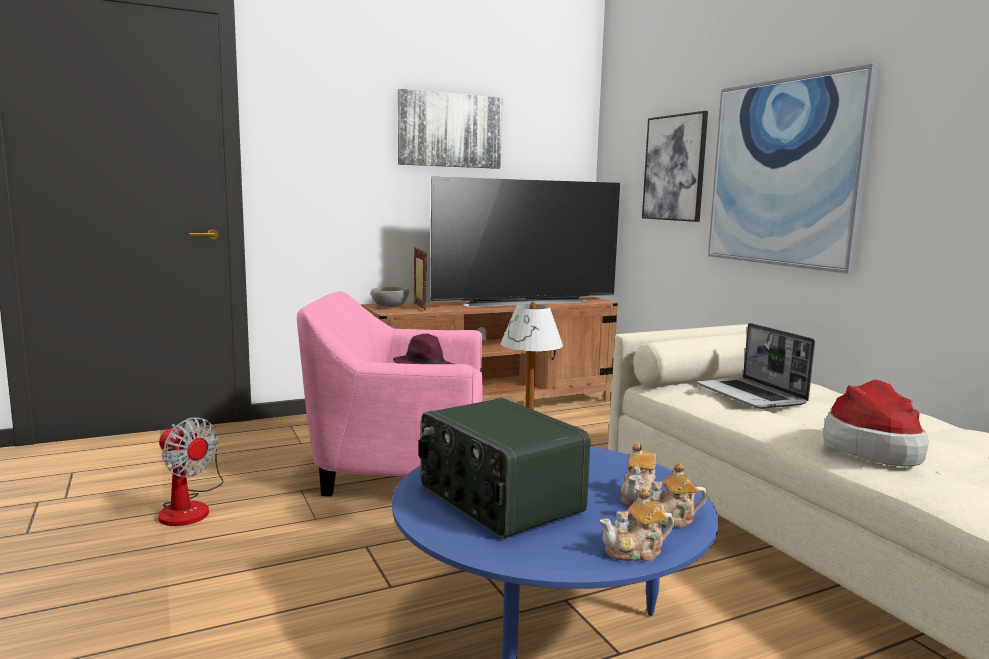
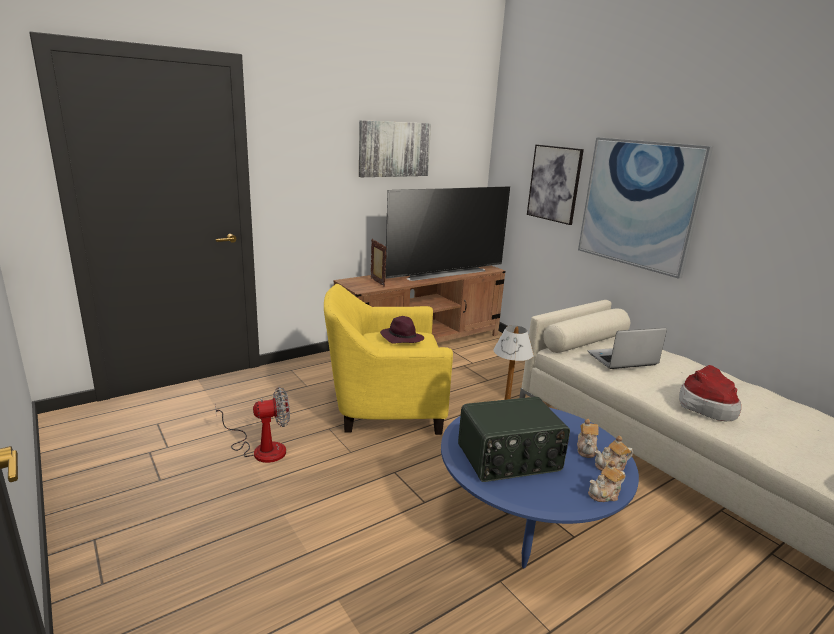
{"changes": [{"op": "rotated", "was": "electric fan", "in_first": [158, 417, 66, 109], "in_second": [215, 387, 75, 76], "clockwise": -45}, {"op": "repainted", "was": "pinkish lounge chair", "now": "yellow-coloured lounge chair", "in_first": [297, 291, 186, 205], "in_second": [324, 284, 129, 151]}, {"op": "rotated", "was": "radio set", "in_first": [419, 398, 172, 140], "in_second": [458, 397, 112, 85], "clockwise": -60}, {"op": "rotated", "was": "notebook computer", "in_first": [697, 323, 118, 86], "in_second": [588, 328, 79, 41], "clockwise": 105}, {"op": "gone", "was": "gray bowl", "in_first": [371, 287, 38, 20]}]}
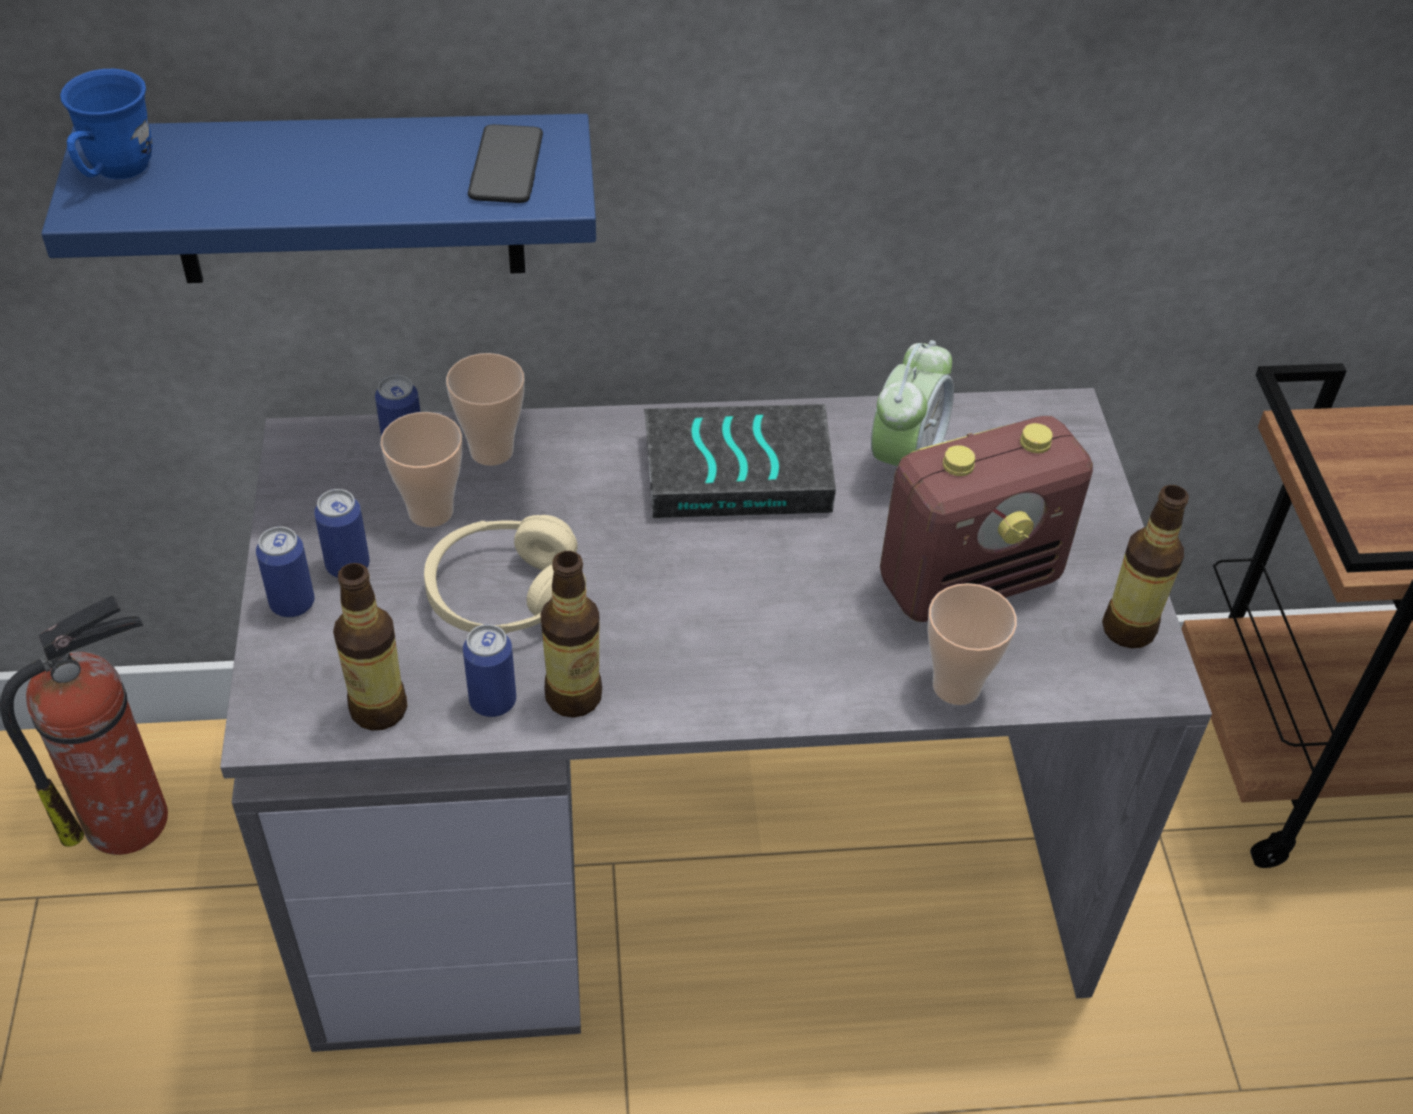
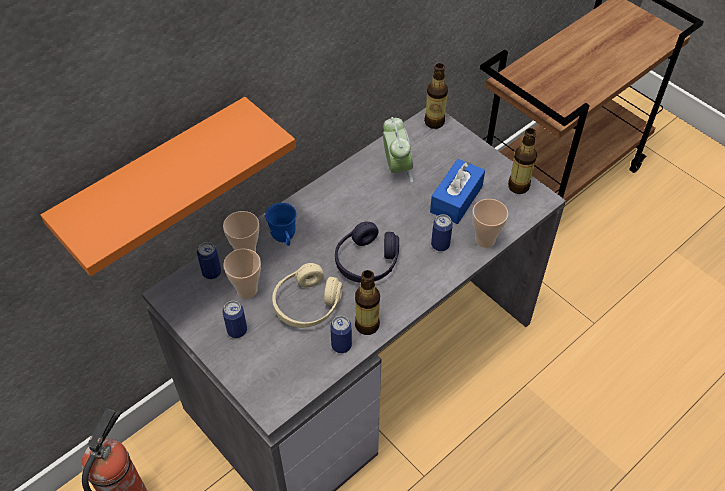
{"changes": [{"op": "repainted", "was": "blue bracket shelf", "now": "orange bracket shelf", "in_first": [41, 114, 555, 169], "in_second": [41, 97, 255, 179]}, {"op": "shifted", "was": "blue tea mug", "in_first": [60, 69, 92, 110], "in_second": [265, 203, 32, 43]}, {"op": "new", "now": "purple-coloured headphones", "in_second": [335, 222, 64, 61]}, {"op": "shifted", "was": "beverage bottle", "in_first": [333, 563, 74, 167], "in_second": [424, 63, 24, 66]}, {"op": "swapped", "was": "radio set", "now": "blue box of tissues", "in_first": [880, 416, 213, 206], "in_second": [430, 159, 55, 65]}, {"op": "shifted", "was": "sealed can", "in_first": [256, 526, 58, 92], "in_second": [431, 214, 22, 37]}, {"op": "gone", "was": "telephone", "in_first": [468, 124, 75, 79]}, {"op": "gone", "was": "bound book", "in_first": [644, 404, 192, 114]}]}
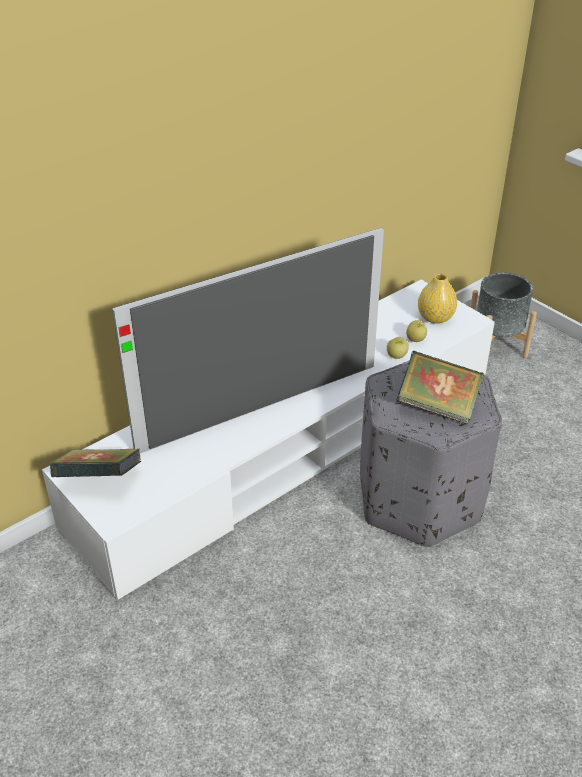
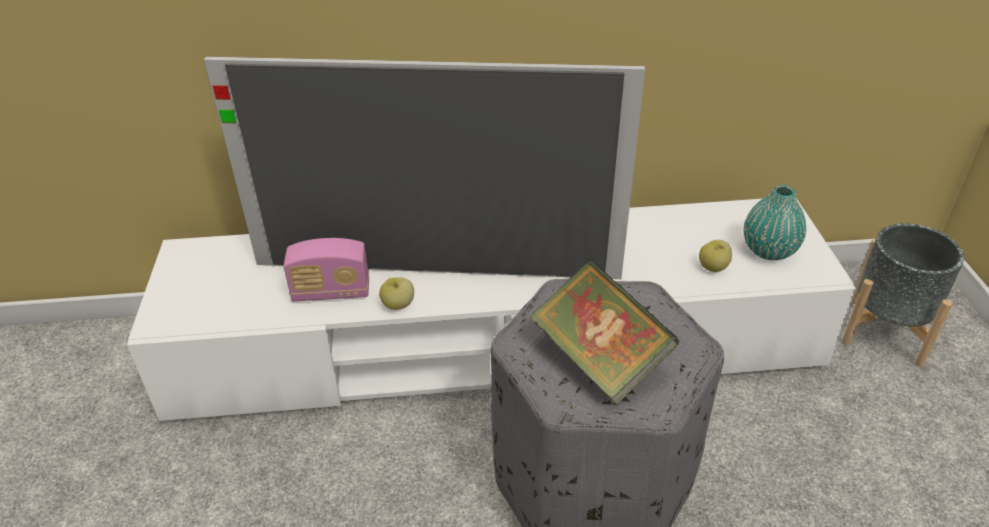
{"changes": [{"op": "new", "now": "radio set", "in_second": [283, 238, 86, 64]}, {"op": "shifted", "was": "apple fruit", "in_first": [387, 337, 22, 22], "in_second": [379, 277, 35, 33]}, {"op": "repainted", "was": "yellow-coloured flower vase", "now": "turquoise-coloured flower vase", "in_first": [418, 274, 39, 50], "in_second": [744, 185, 62, 75]}, {"op": "gone", "was": "bound book", "in_first": [50, 449, 91, 28]}]}
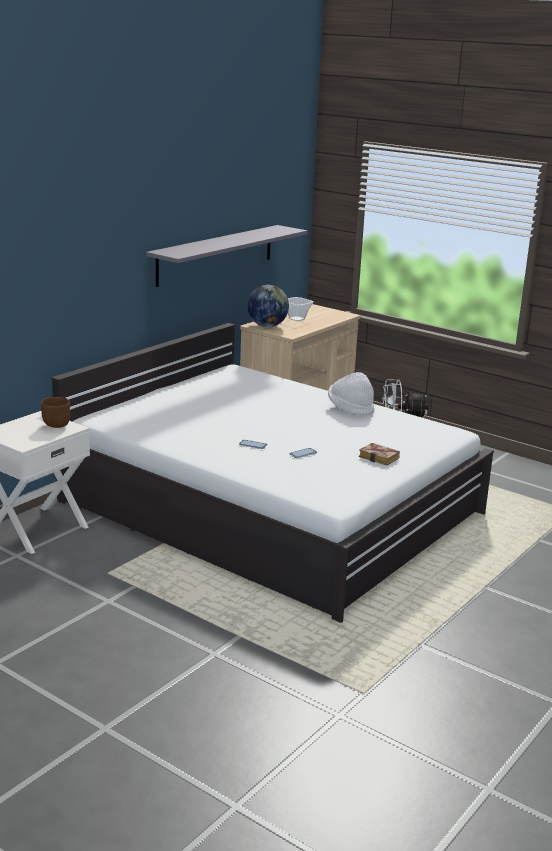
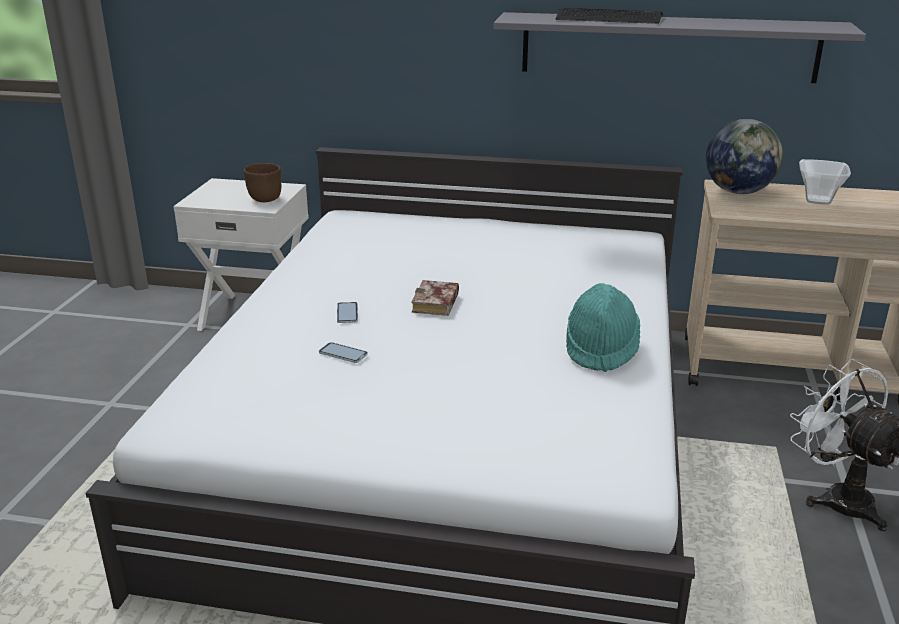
{"changes": [{"op": "shifted", "was": "bound book", "in_first": [359, 443, 41, 23], "in_second": [411, 280, 48, 36]}, {"op": "new", "now": "computer keyboard", "in_second": [555, 8, 108, 16]}, {"op": "repainted", "was": "white wearable hat", "now": "turquoise-coloured wearable hat", "in_first": [328, 372, 47, 43], "in_second": [566, 283, 74, 89]}]}
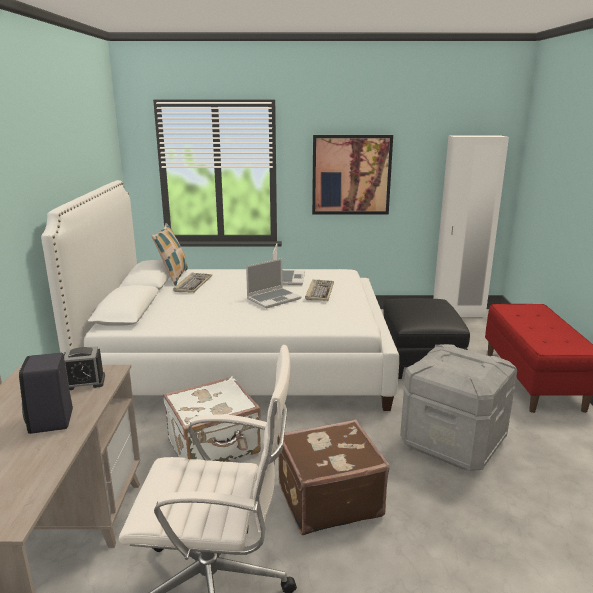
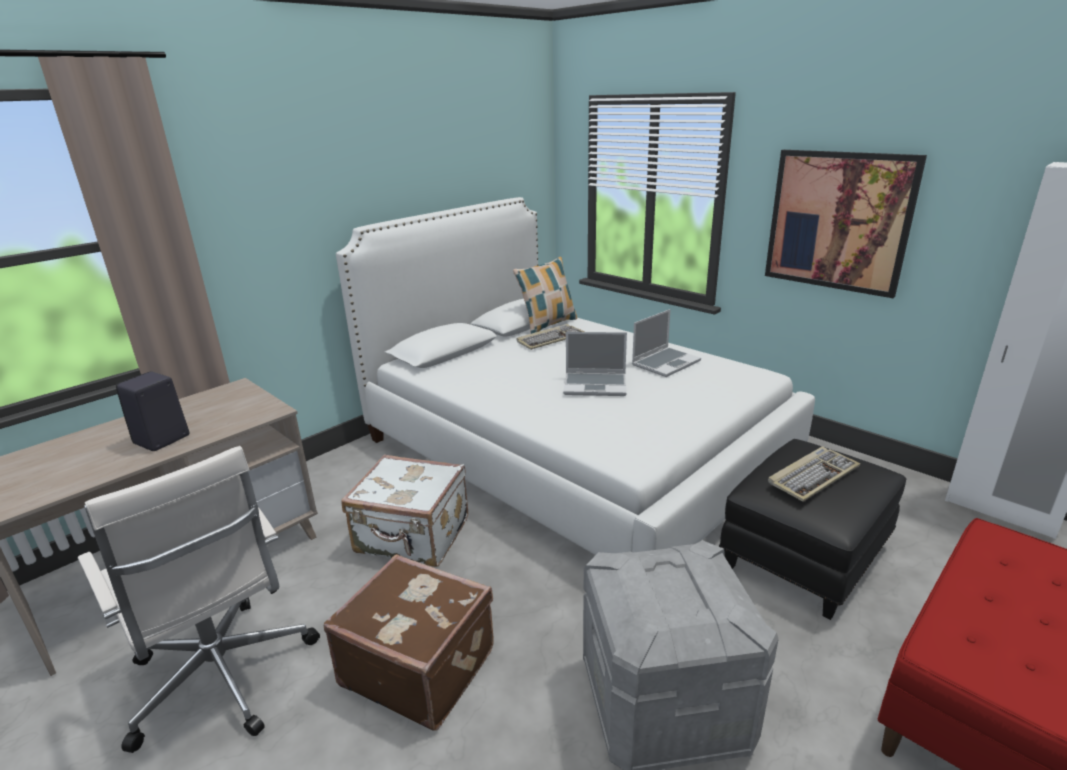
{"changes": [{"op": "shifted", "was": "computer keyboard", "in_first": [305, 279, 29, 22], "in_second": [768, 447, 92, 55]}, {"op": "gone", "was": "alarm clock", "in_first": [64, 346, 41, 44]}]}
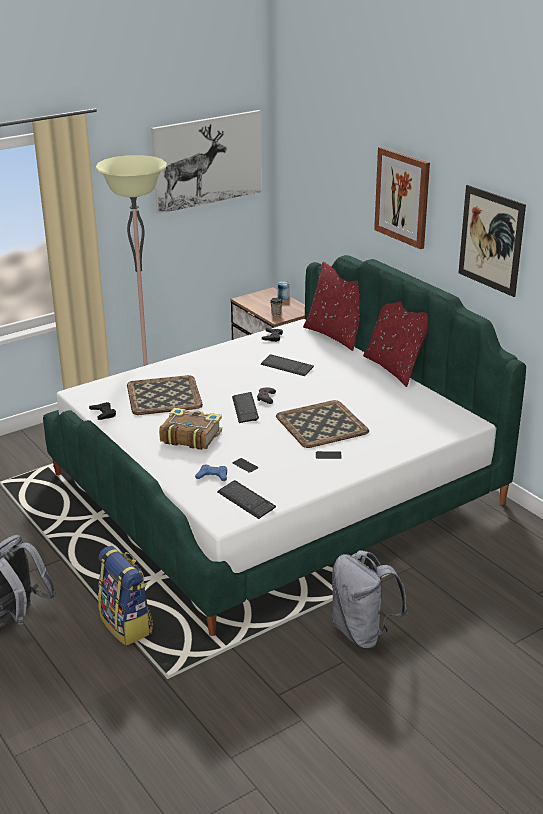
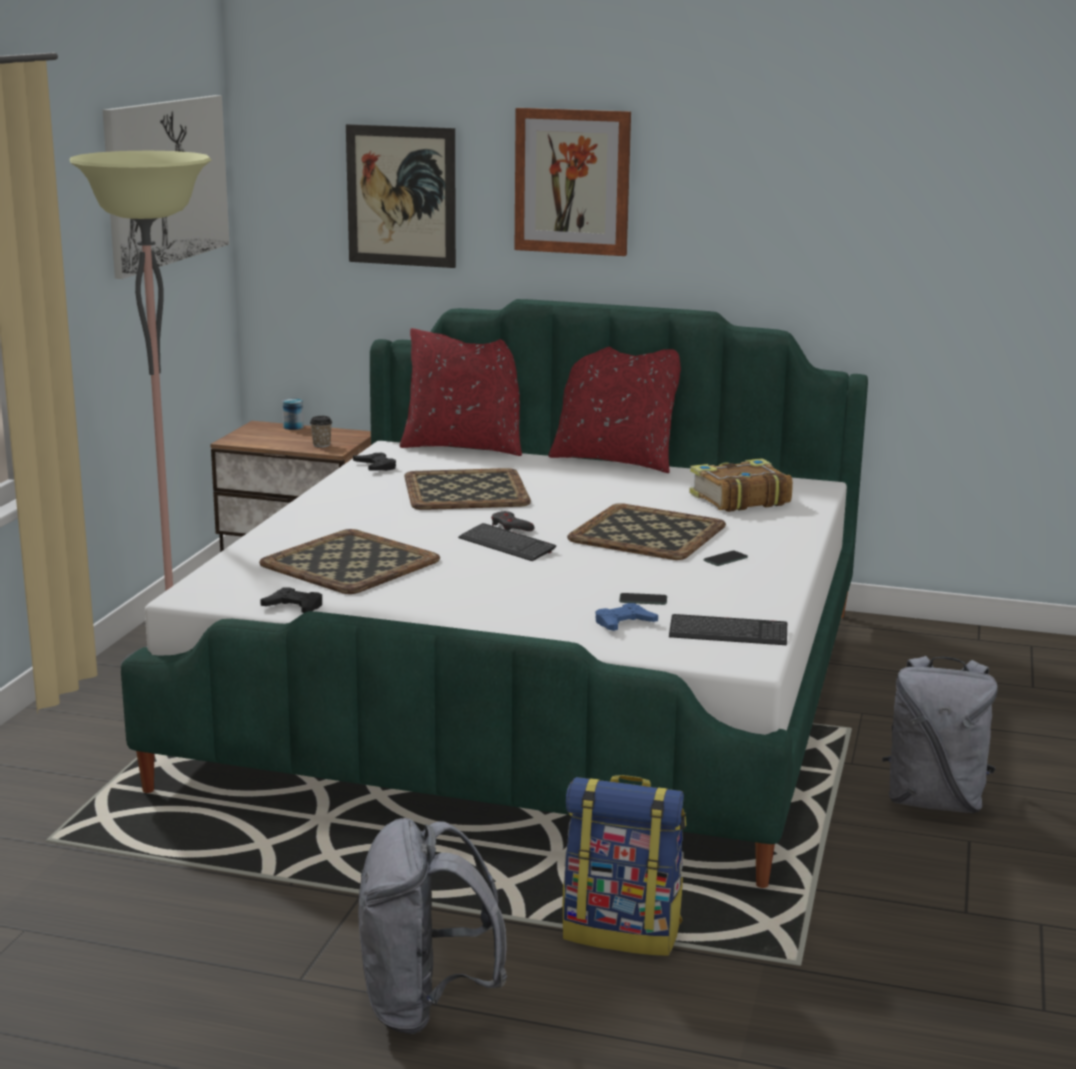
{"changes": [{"op": "shifted", "was": "wall art", "in_first": [458, 185, 68, 112], "in_second": [346, 124, 110, 144]}, {"op": "swapped", "was": "computer keyboard", "now": "tray", "in_first": [261, 354, 53, 22], "in_second": [404, 468, 127, 42]}, {"op": "shifted", "was": "bound book", "in_first": [159, 407, 63, 43], "in_second": [689, 458, 104, 54]}]}
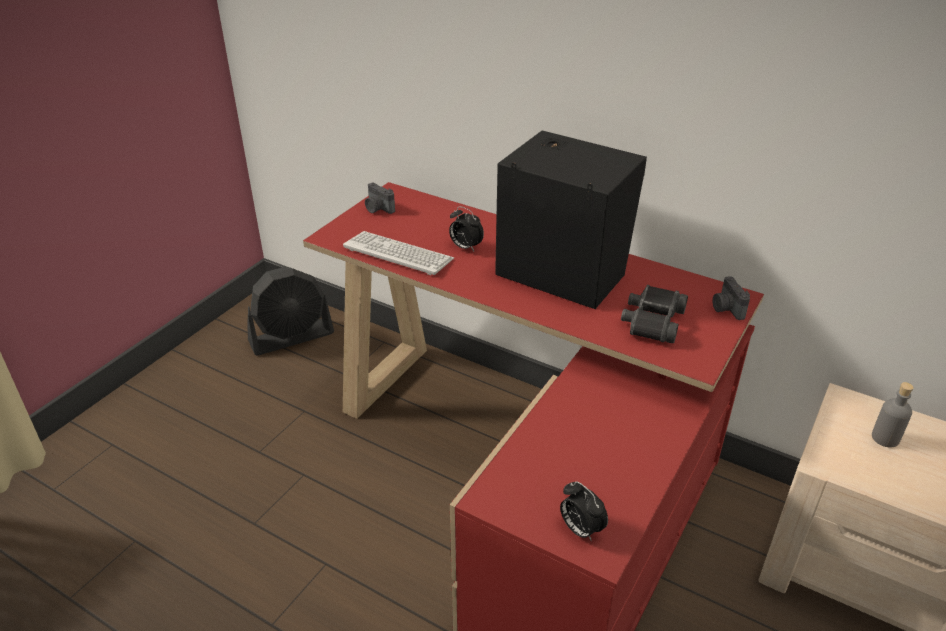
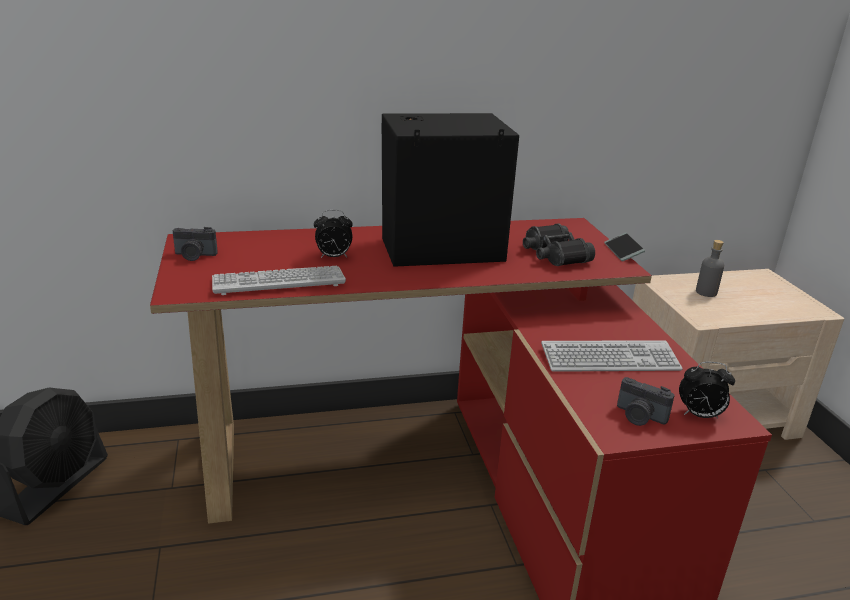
{"changes": [{"op": "new", "now": "computer keyboard", "in_second": [541, 340, 142, 32]}, {"op": "new", "now": "telephone", "in_second": [604, 233, 41, 28]}, {"op": "shifted", "was": "photo camera", "in_first": [713, 276, 37, 44], "in_second": [617, 377, 58, 49]}]}
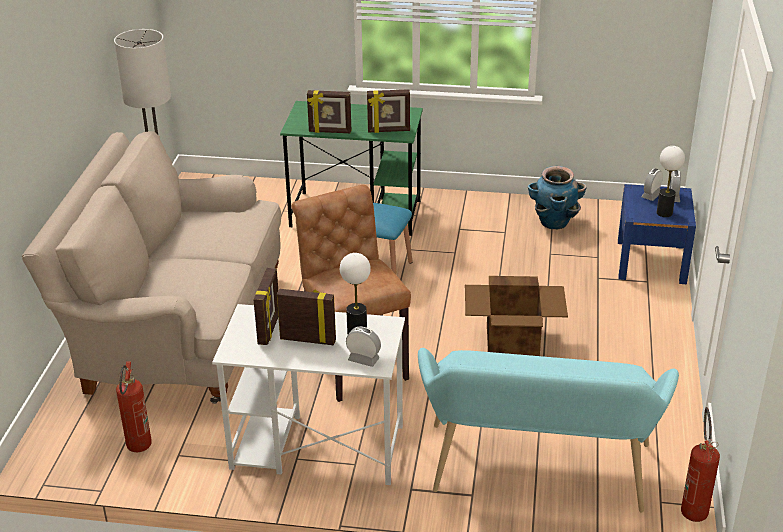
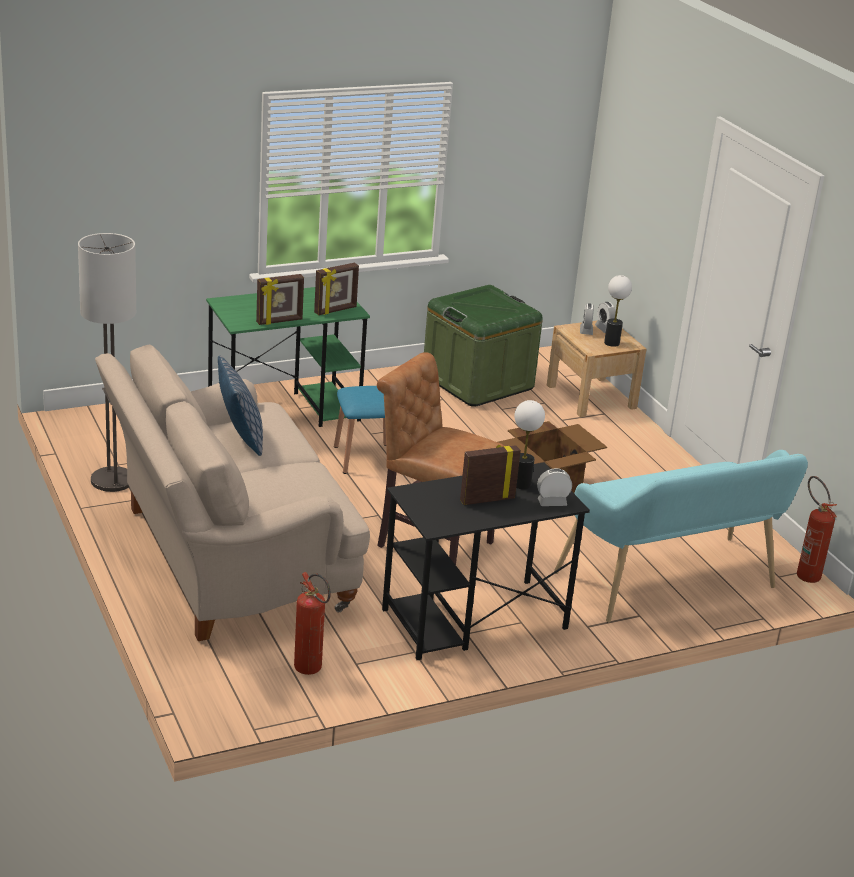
{"changes": [{"op": "new", "now": "pillow", "in_second": [218, 356, 45, 100]}, {"op": "repainted", "was": "white desk", "now": "black-coloured desk", "in_first": [212, 304, 193, 181], "in_second": [382, 462, 208, 198]}, {"op": "swapped", "was": "planter", "now": "green storage container", "in_first": [528, 166, 59, 63], "in_second": [424, 285, 119, 122]}, {"op": "repainted", "was": "blue bedside table", "now": "sand-coloured bedside table", "in_first": [618, 184, 78, 100], "in_second": [547, 321, 99, 96]}, {"op": "gone", "was": "photo frame", "in_first": [253, 268, 25, 77]}]}
